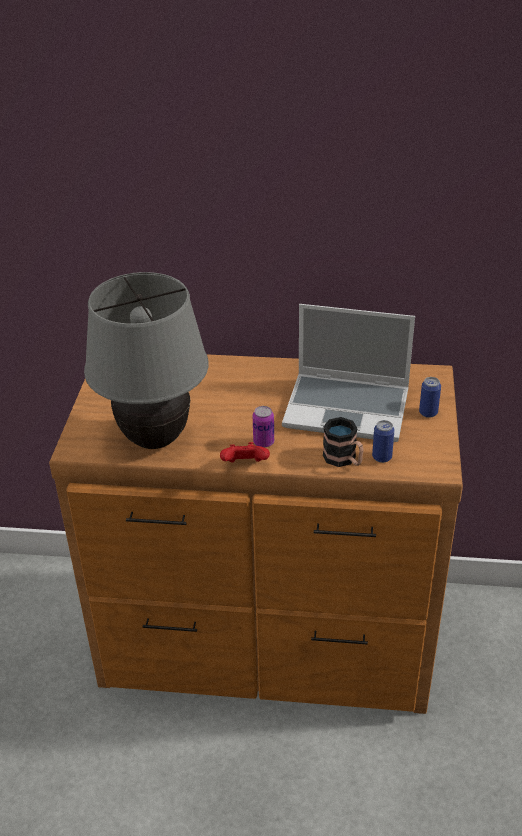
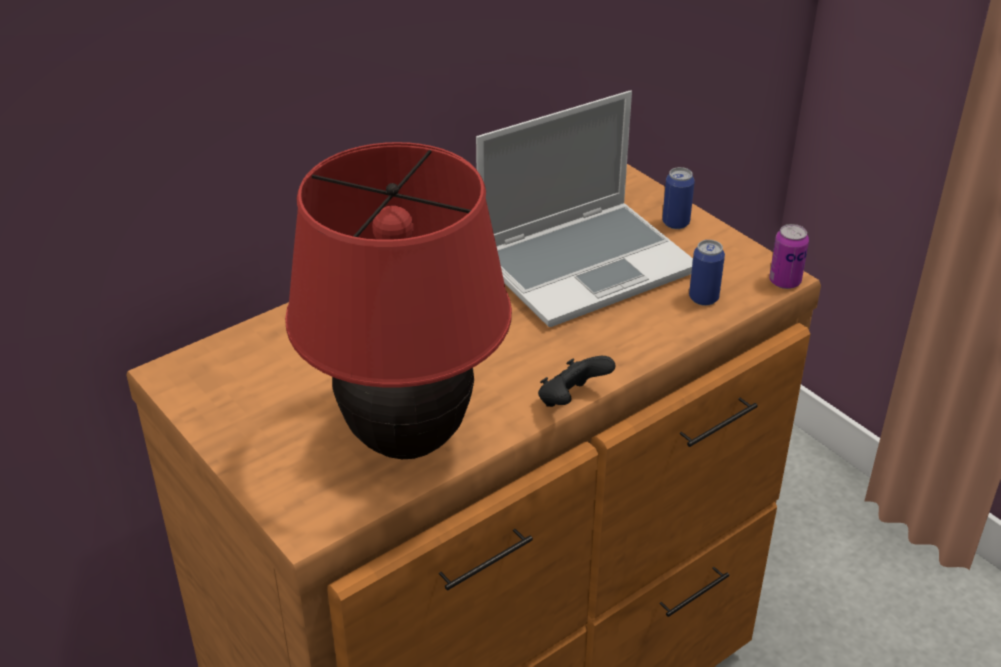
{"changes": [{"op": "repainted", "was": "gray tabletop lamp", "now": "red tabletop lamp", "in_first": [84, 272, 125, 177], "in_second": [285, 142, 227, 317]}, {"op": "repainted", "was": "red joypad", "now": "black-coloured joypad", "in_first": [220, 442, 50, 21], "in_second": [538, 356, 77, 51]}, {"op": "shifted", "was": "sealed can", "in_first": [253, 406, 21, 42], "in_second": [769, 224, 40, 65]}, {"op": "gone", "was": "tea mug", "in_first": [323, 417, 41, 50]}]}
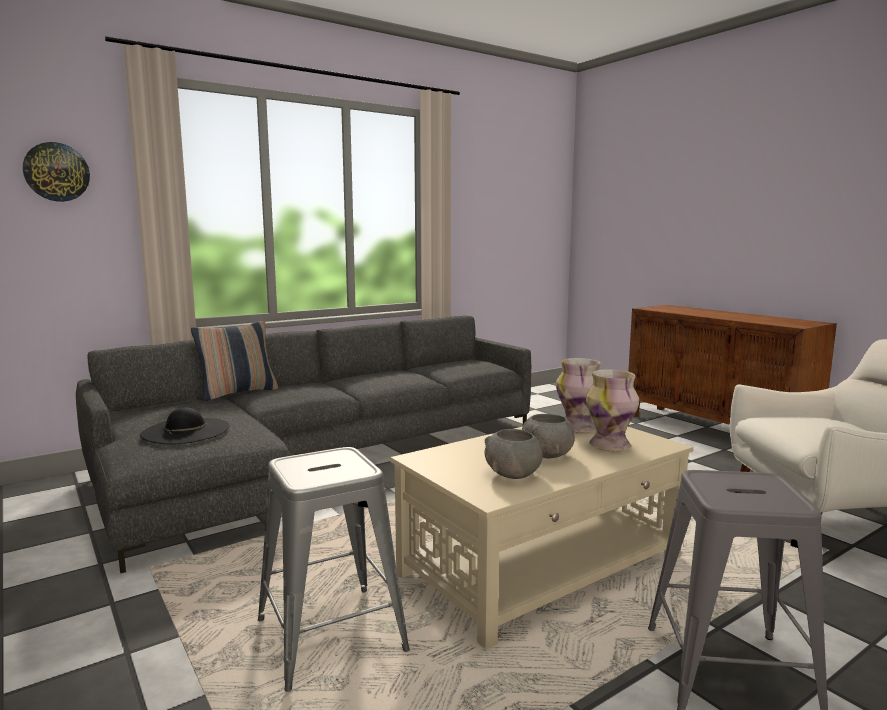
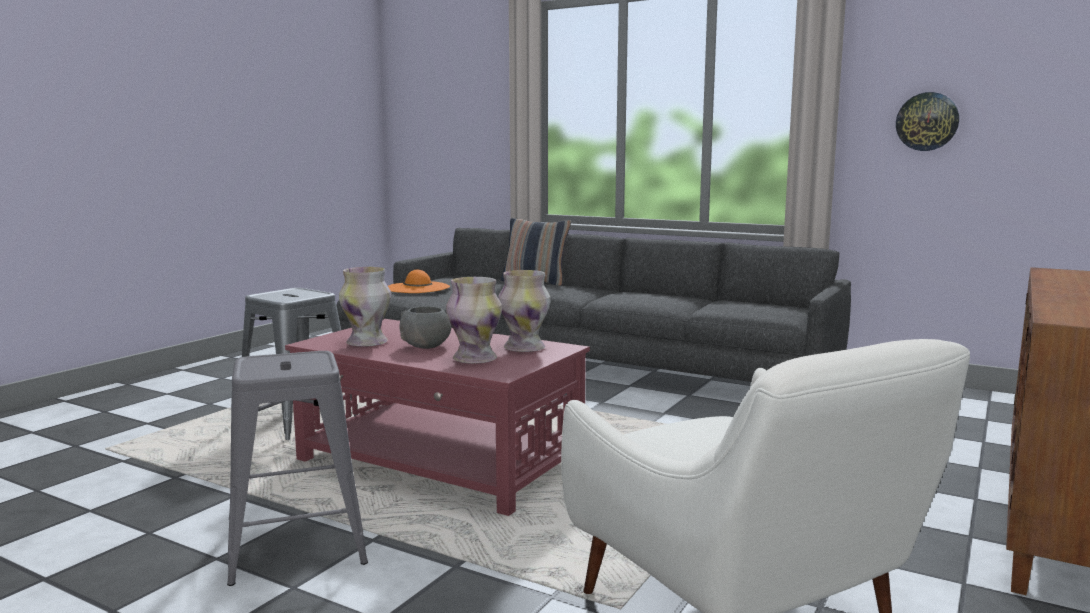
{"changes": [{"op": "repainted", "was": "sand-coloured lounge table", "now": "red lounge table", "in_first": [390, 427, 304, 223], "in_second": [285, 319, 305, 197]}, {"op": "swapped", "was": "gray bowl", "now": "flower vase", "in_first": [485, 429, 58, 50], "in_second": [339, 267, 52, 80]}, {"op": "repainted", "was": "black-coloured wearable hat", "now": "orange wearable hat", "in_first": [140, 407, 90, 37], "in_second": [388, 270, 62, 23]}, {"op": "shifted", "was": "clock on the wall", "in_first": [23, 142, 67, 60], "in_second": [896, 92, 63, 59]}]}
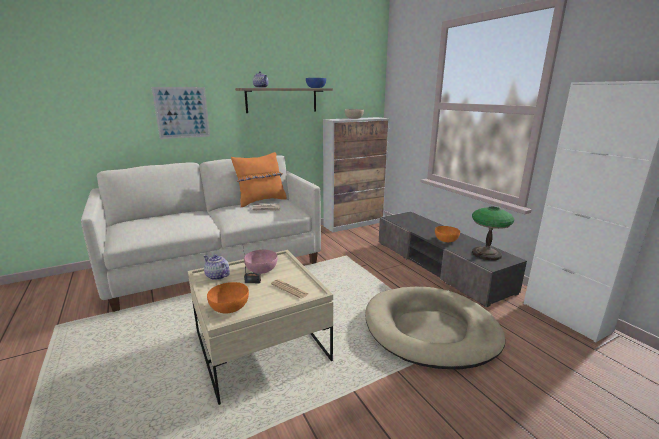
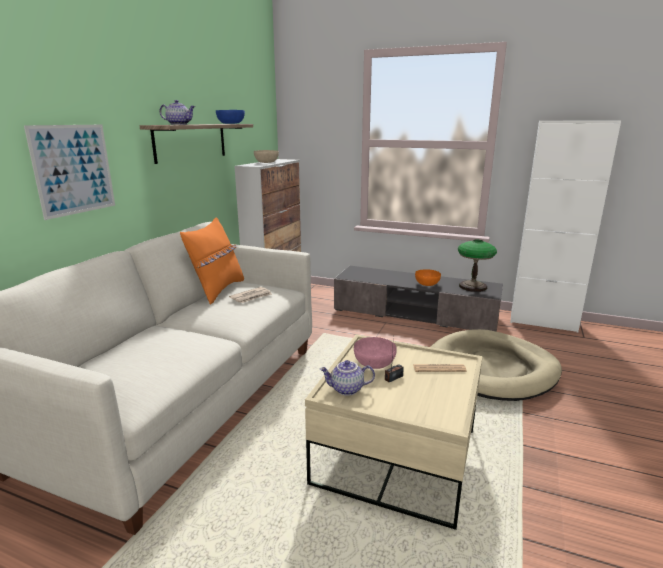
{"changes": [{"op": "gone", "was": "orange bowl", "in_first": [207, 282, 42, 32]}]}
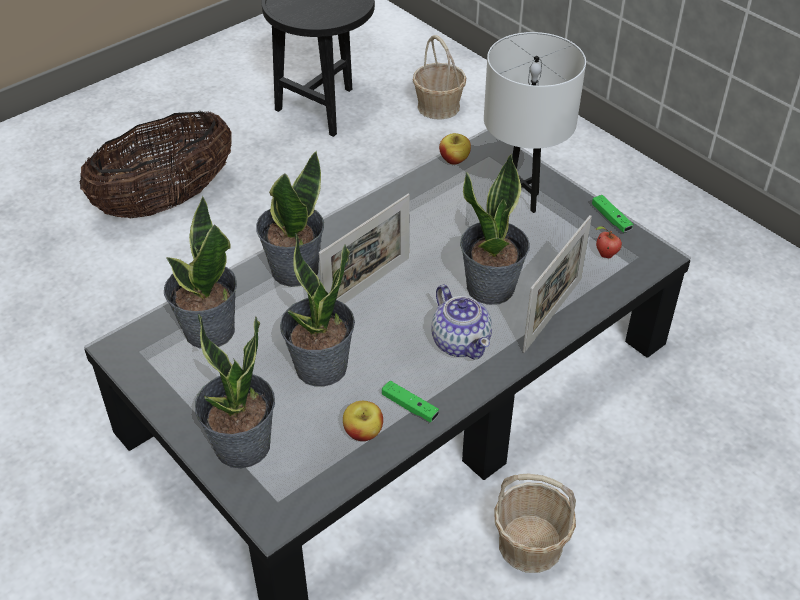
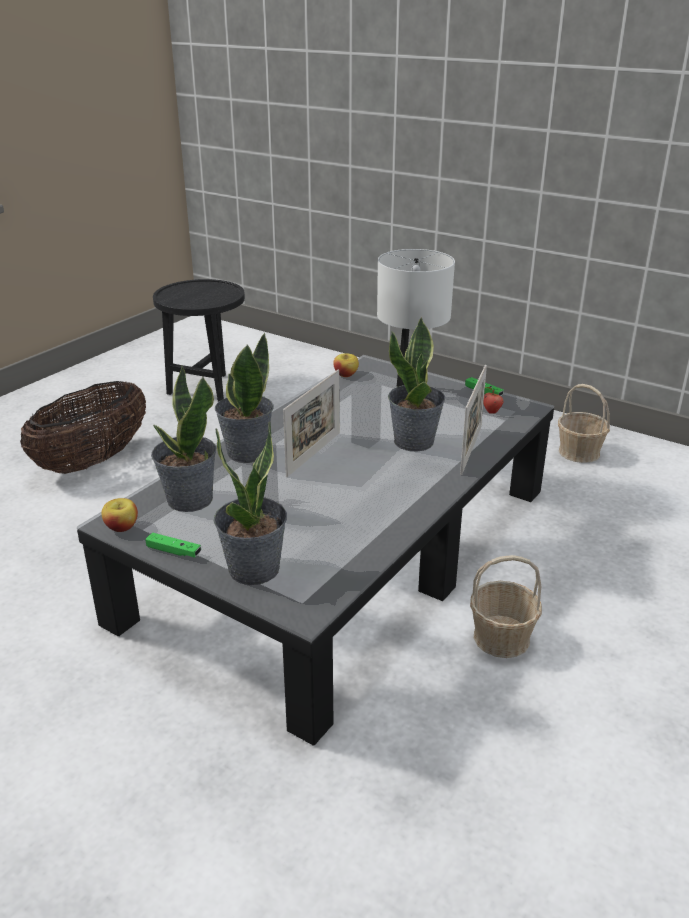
{"changes": [{"op": "shifted", "was": "apple fruit", "in_first": [343, 401, 40, 40], "in_second": [102, 498, 36, 34]}, {"op": "shifted", "was": "green joypad", "in_first": [382, 381, 57, 41], "in_second": [145, 533, 56, 24]}, {"op": "shifted", "was": "storage basket", "in_first": [413, 35, 53, 85], "in_second": [558, 384, 52, 79]}, {"op": "gone", "was": "plant in a pot", "in_first": [280, 233, 75, 154]}, {"op": "gone", "was": "tea pot", "in_first": [431, 285, 61, 74]}]}
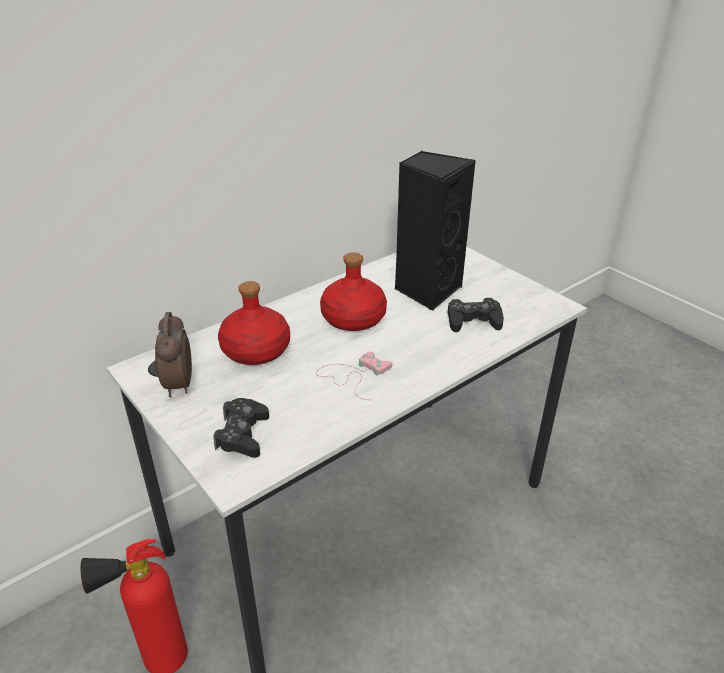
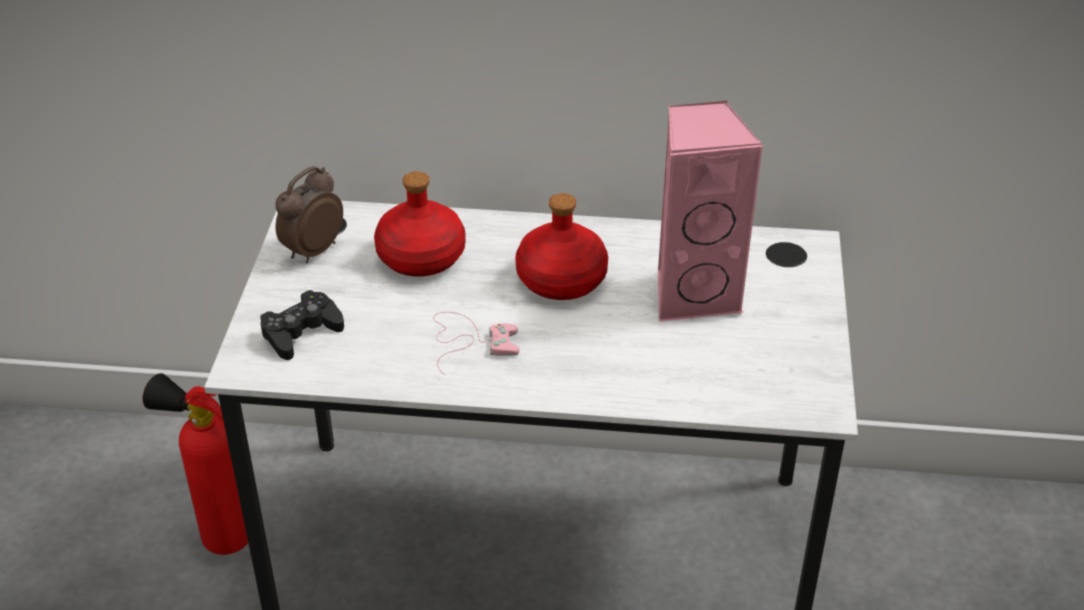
{"changes": [{"op": "repainted", "was": "black-coloured audio speaker", "now": "pinkish audio speaker", "in_first": [395, 151, 81, 160], "in_second": [658, 101, 106, 221]}, {"op": "gone", "was": "black-coloured joypad", "in_first": [447, 298, 57, 34]}]}
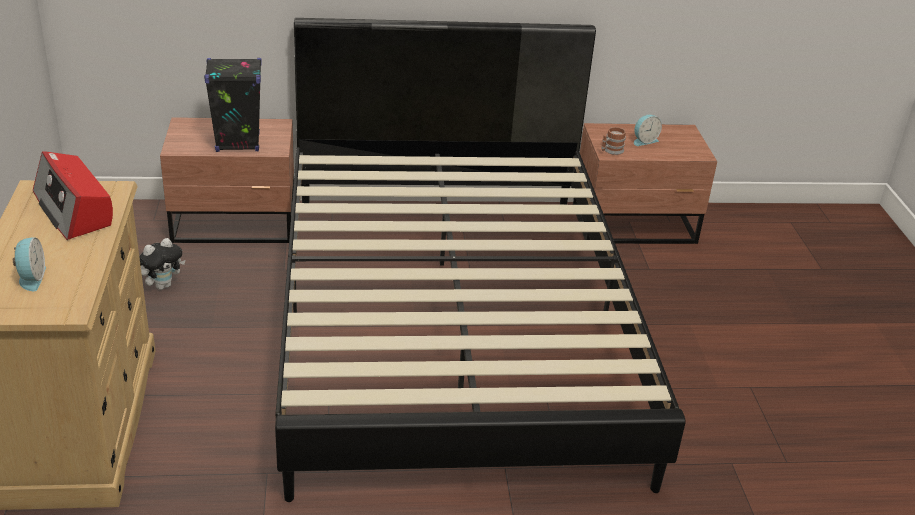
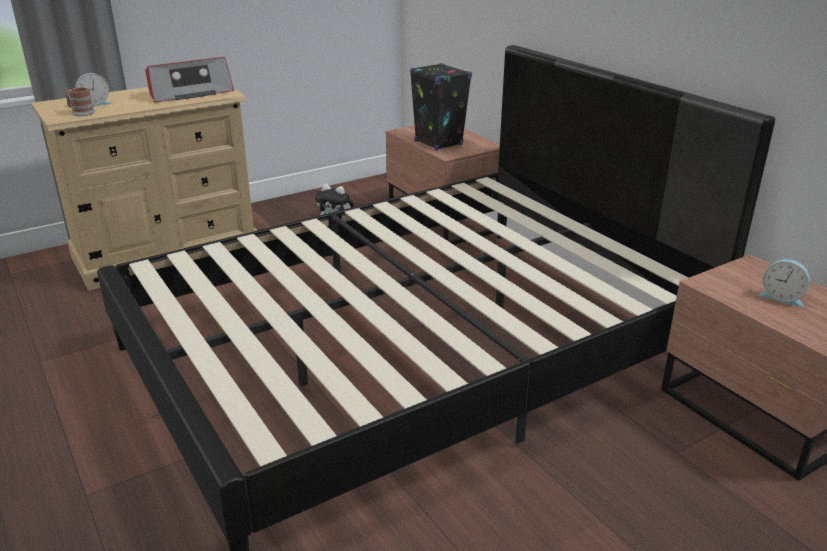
{"changes": [{"op": "shifted", "was": "tea mug", "in_first": [601, 127, 25, 28], "in_second": [64, 87, 31, 29]}, {"op": "rotated", "was": "radio set", "in_first": [33, 151, 80, 89], "in_second": [145, 57, 89, 46], "clockwise": -150}]}
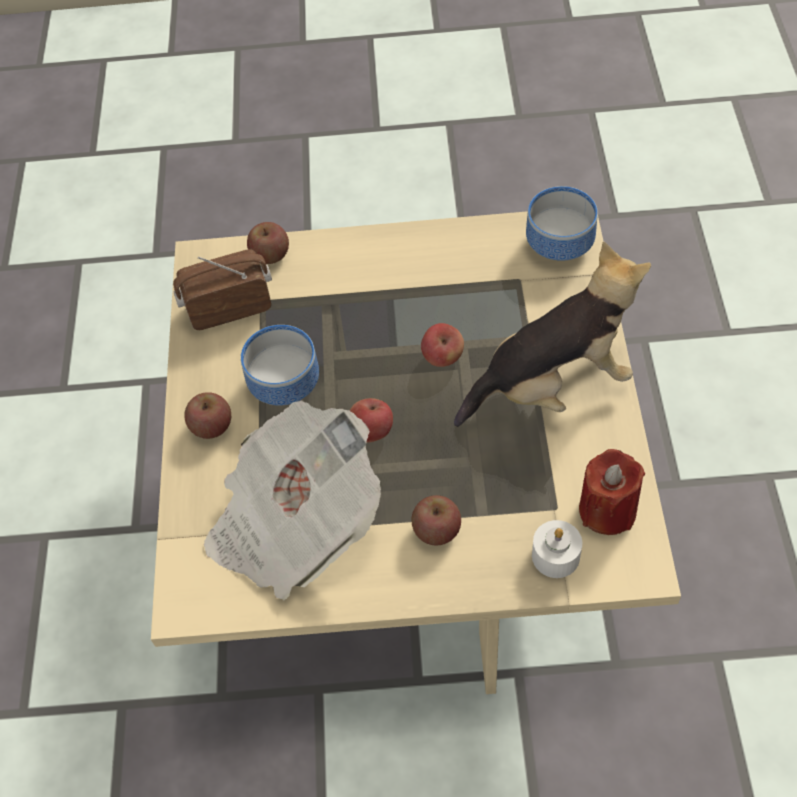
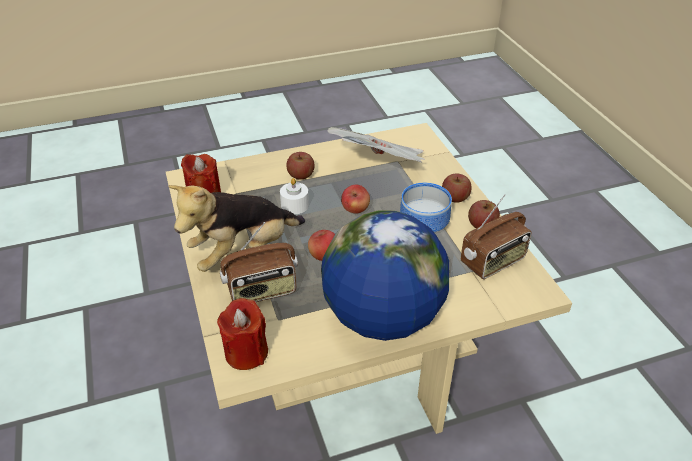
{"changes": [{"op": "swapped", "was": "bowl", "now": "red candle", "in_first": [526, 186, 72, 75], "in_second": [217, 298, 51, 72]}, {"op": "new", "now": "radio set", "in_second": [220, 222, 78, 80]}, {"op": "shifted", "was": "white candle", "in_first": [532, 520, 50, 58], "in_second": [280, 178, 29, 36]}, {"op": "new", "now": "globe", "in_second": [321, 210, 128, 131]}, {"op": "shifted", "was": "apple fruit", "in_first": [247, 222, 42, 42], "in_second": [468, 200, 32, 28]}]}
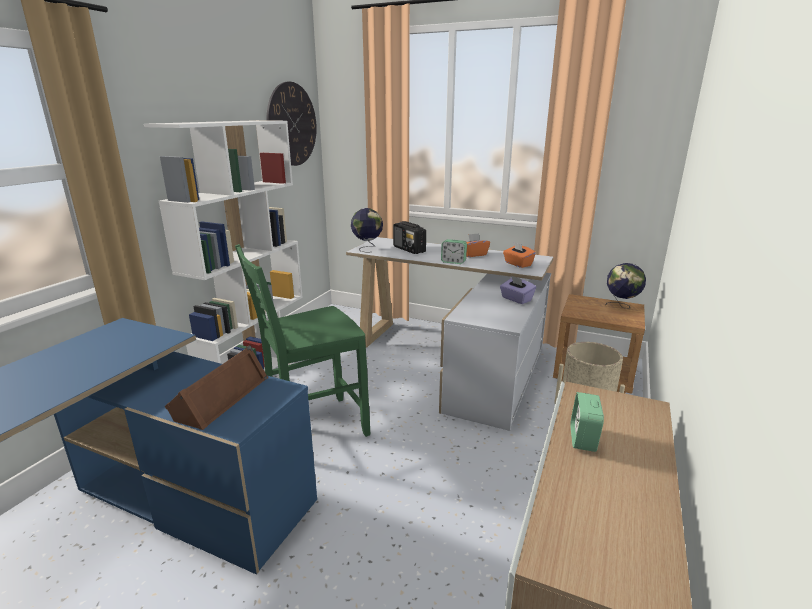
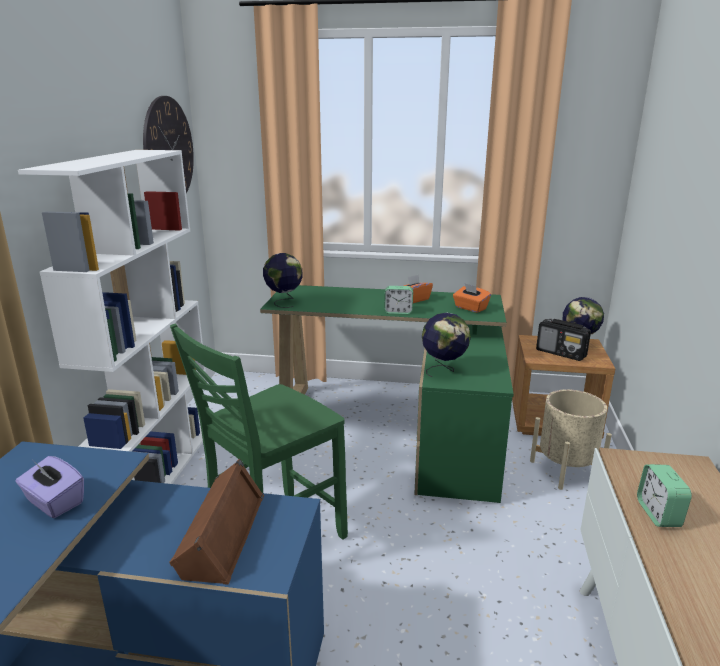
{"changes": [{"op": "shifted", "was": "purple-coloured box of tissues", "in_first": [500, 275, 36, 29], "in_second": [15, 456, 69, 62]}, {"op": "repainted", "was": "white desk", "now": "green desk", "in_first": [346, 237, 208, 194], "in_second": [260, 285, 254, 218]}, {"op": "new", "now": "globe", "in_second": [422, 312, 49, 65]}, {"op": "shifted", "was": "radio set", "in_first": [393, 221, 33, 33], "in_second": [536, 319, 55, 42]}]}
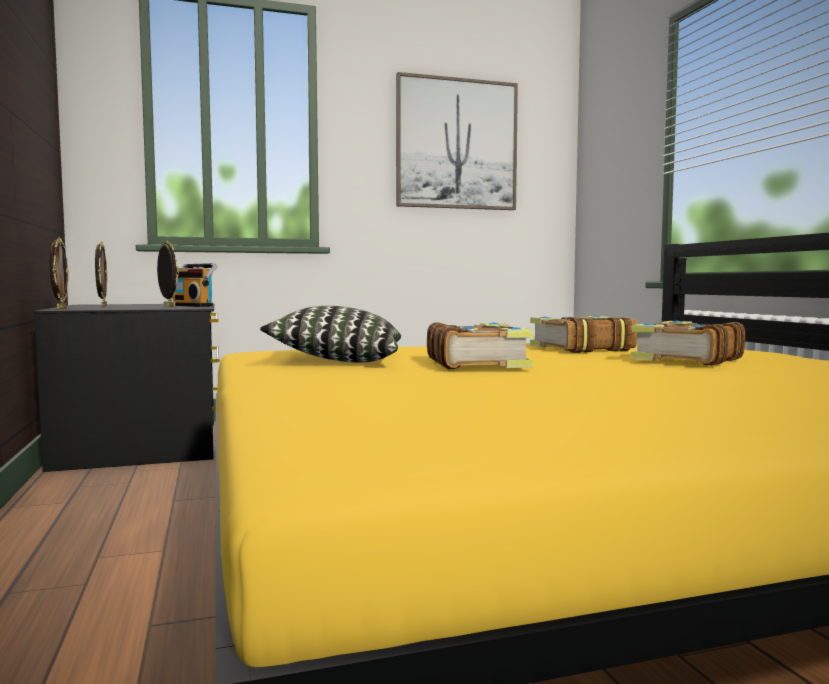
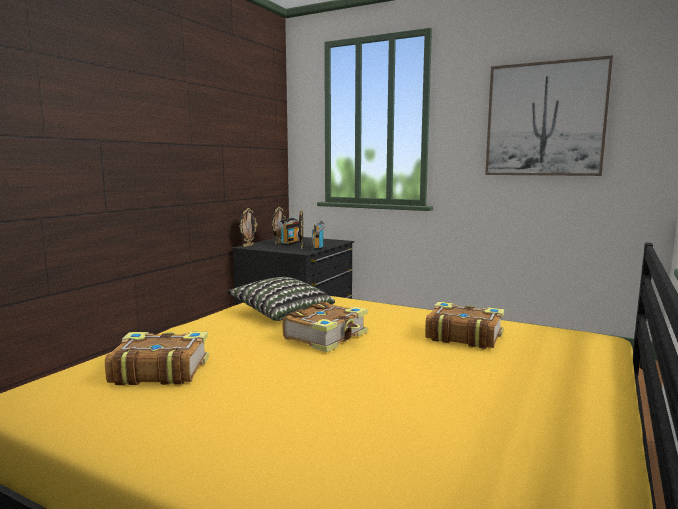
{"changes": [{"op": "shifted", "was": "bound book", "in_first": [631, 320, 115, 46], "in_second": [105, 331, 104, 54]}, {"op": "new", "now": "radio set", "in_second": [278, 217, 26, 29]}]}
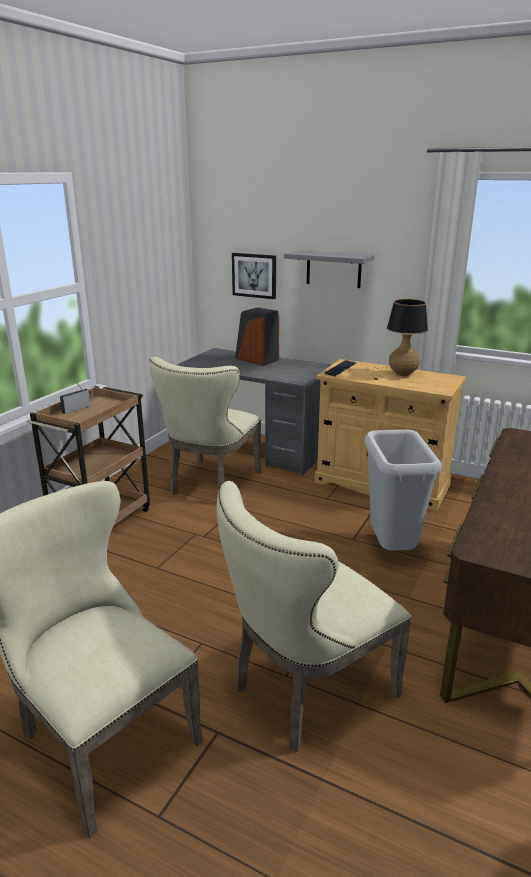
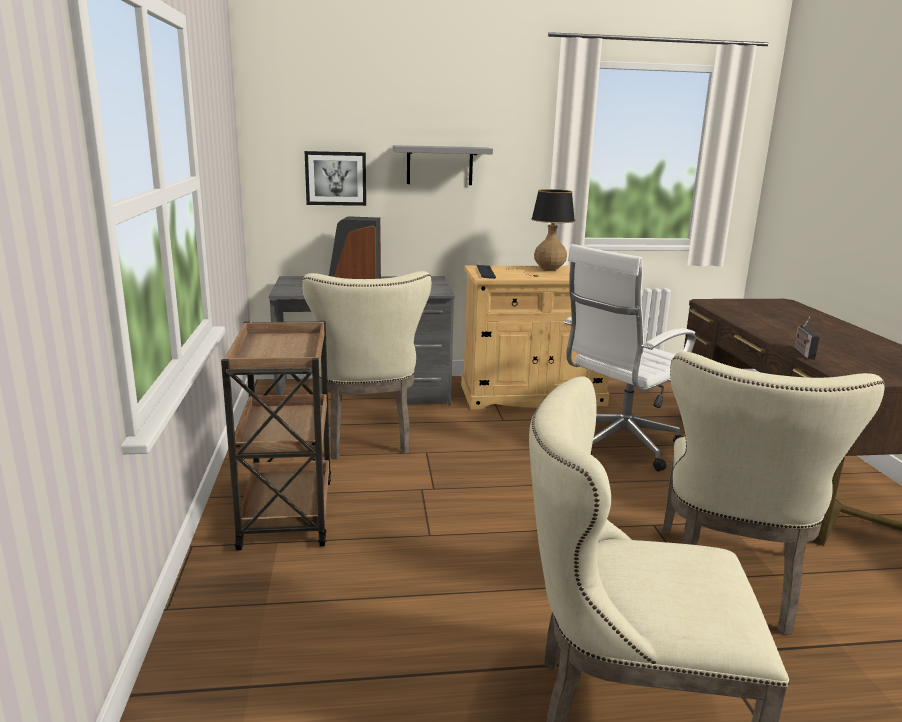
{"changes": [{"op": "swapped", "was": "gray rubbish bin", "now": "white computer chair", "in_first": [365, 430, 77, 121], "in_second": [564, 244, 132, 228]}, {"op": "shifted", "was": "radio set", "in_first": [60, 383, 31, 31], "in_second": [794, 317, 26, 43]}]}
